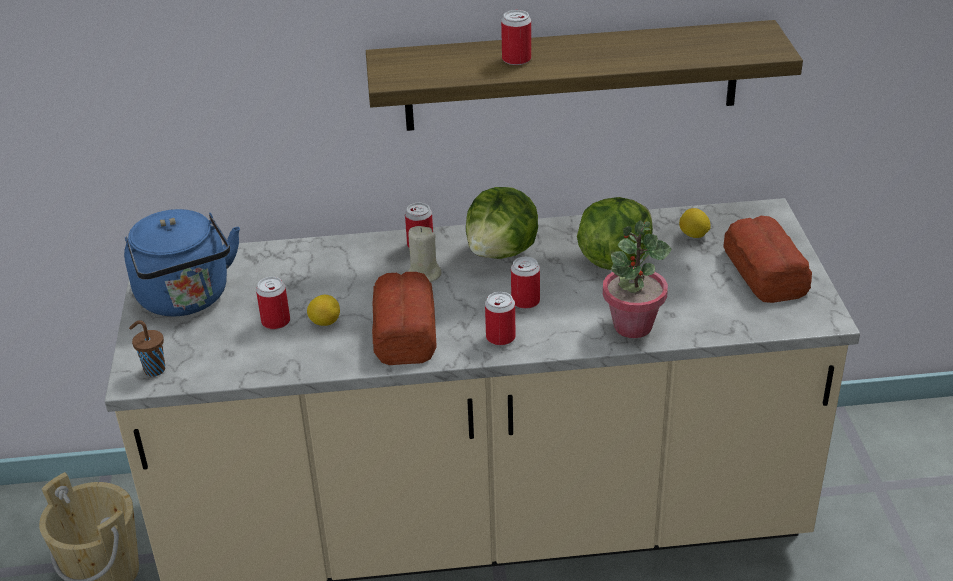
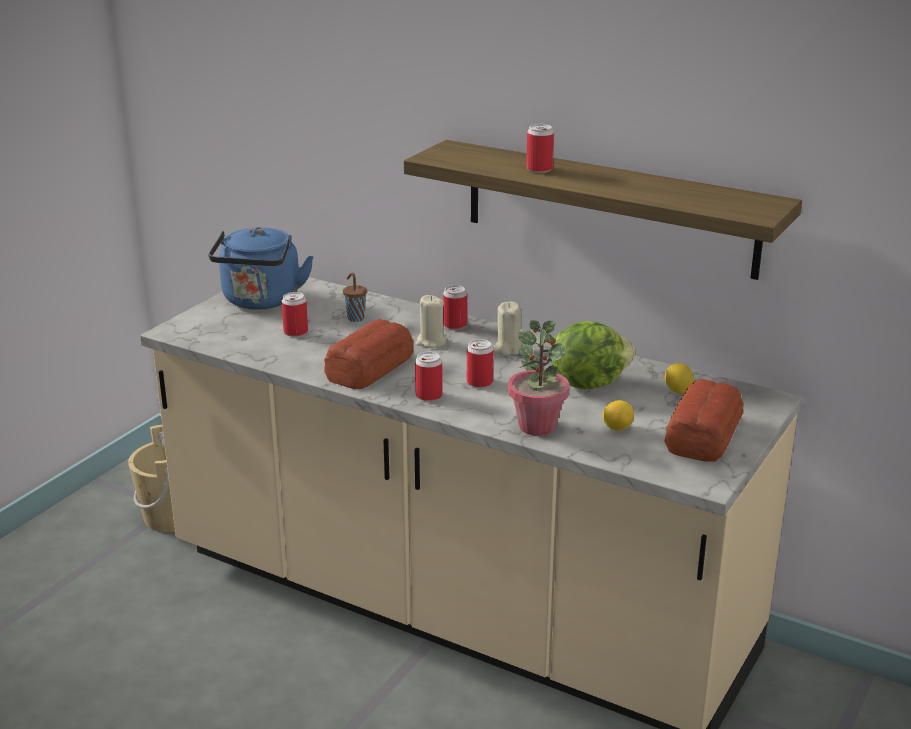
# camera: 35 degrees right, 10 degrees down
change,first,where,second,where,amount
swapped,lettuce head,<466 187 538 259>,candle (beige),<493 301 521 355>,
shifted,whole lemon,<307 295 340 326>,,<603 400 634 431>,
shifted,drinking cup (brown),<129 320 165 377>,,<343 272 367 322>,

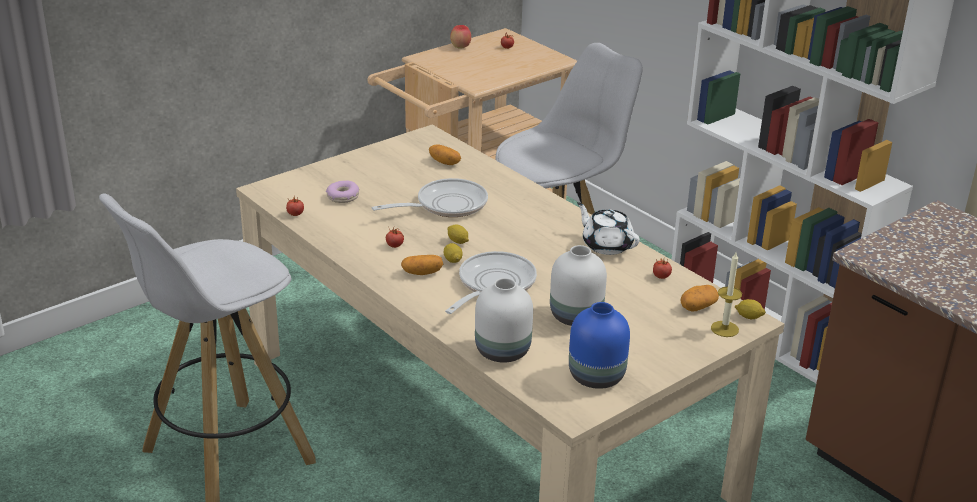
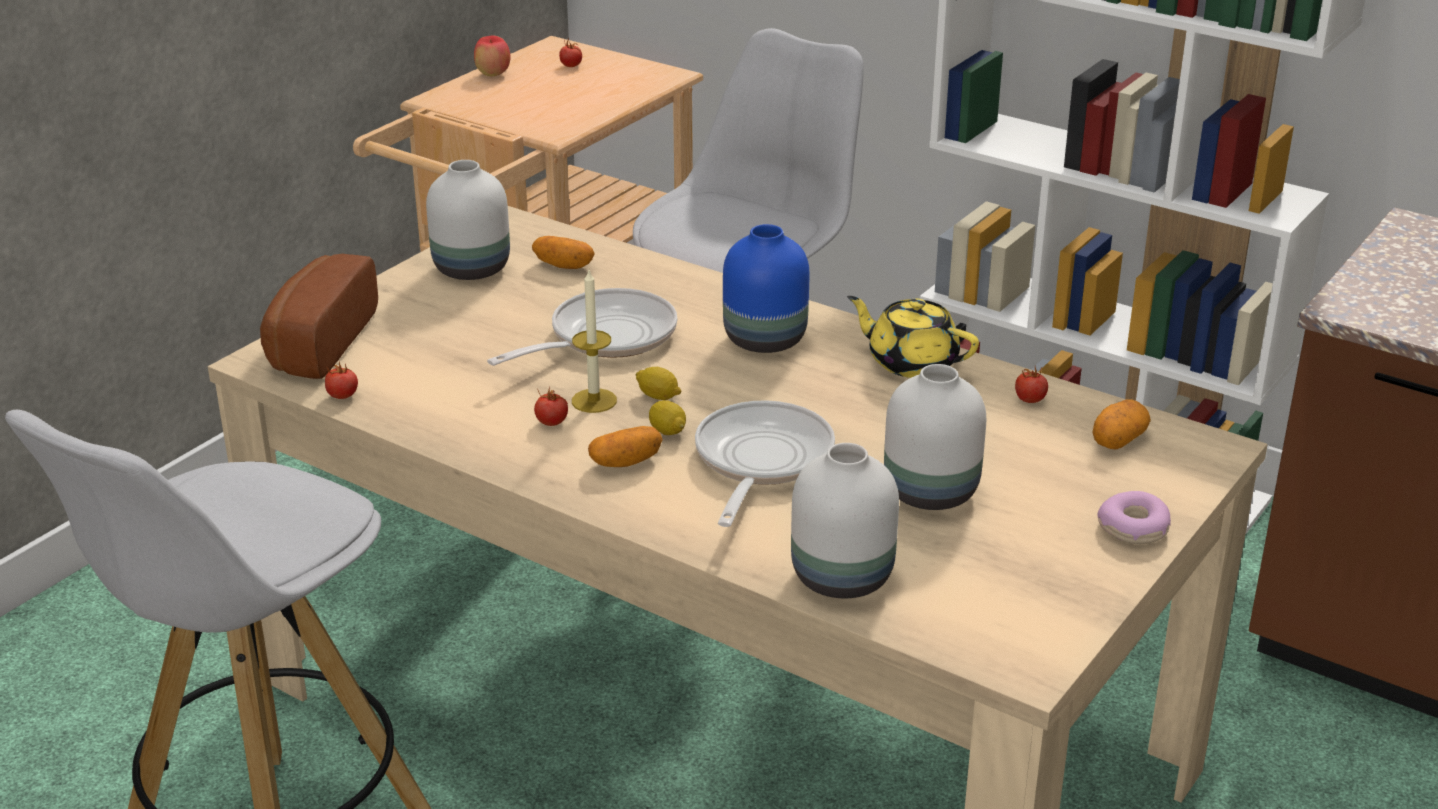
# camera: 15 degrees left, 0 degrees up
change,first,where,second,where,amount
shifted,ring doughnut,<326 181 359 203>,,<1097 491 1171 544>,
repainted,pot for tea (whitish),<577 202 640 255>,pot for tea (yellow),<847 296 979 378>,
shifted,candle,<711 252 742 337>,,<572 270 617 413>,
gone,whole lemon,<735 299 766 319>,,,
shifted,flower vase (blue),<569 302 630 389>,,<723 224 809 353>,
new,,,flower vase (whitish),<426 160 510 280>,
new,,,bakery bread,<260 254 378 379>,

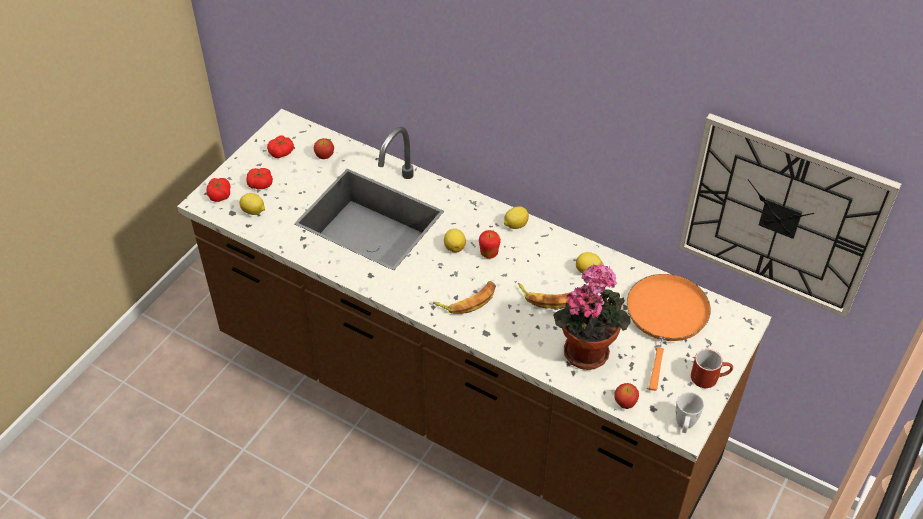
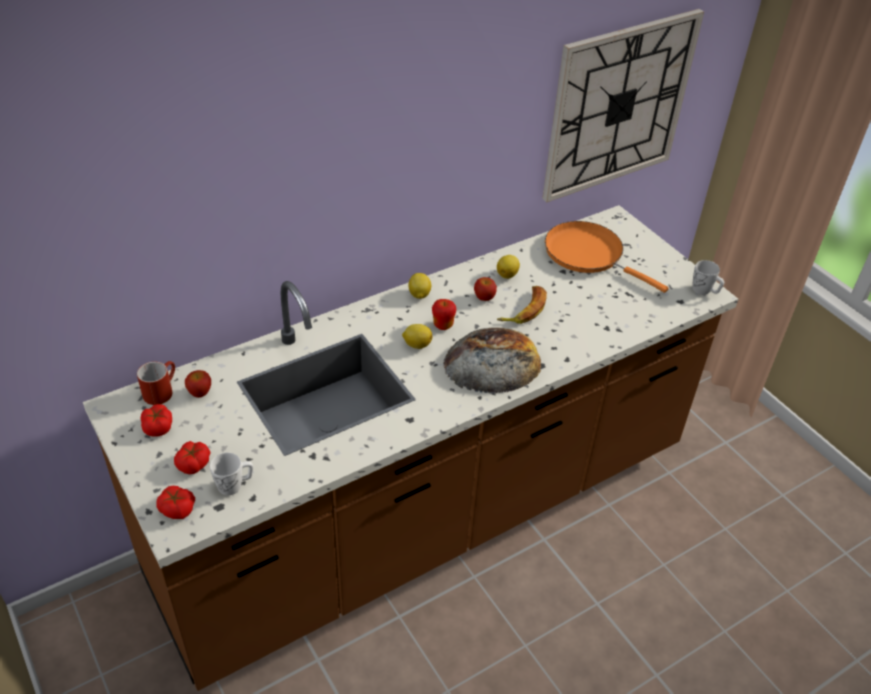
# camera: 65 degrees left, 5 degrees down
change,first,where,second,where,amount
swapped,whole lemon,<239 193 265 215>,mug (whitish),<210 452 253 495>,
gone,plant in a pot,<553 263 631 370>,,,
swapped,banana,<433 281 496 314>,bakery bread,<443 327 541 393>,
shifted,mug (reddish),<691 349 733 388>,,<137 361 175 405>,
shifted,apple fruit,<614 383 639 409>,,<474 277 497 301>,

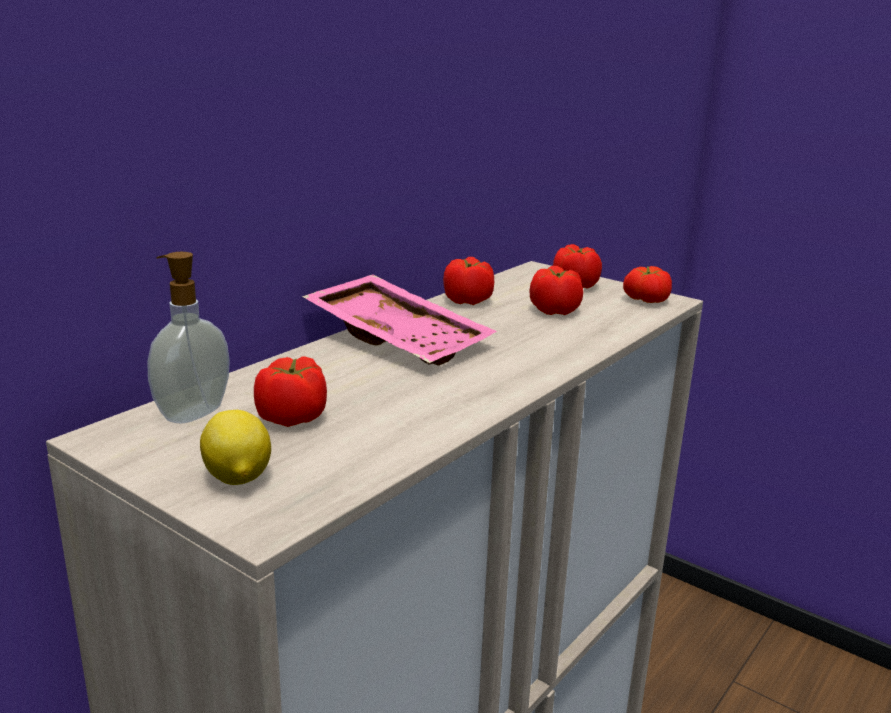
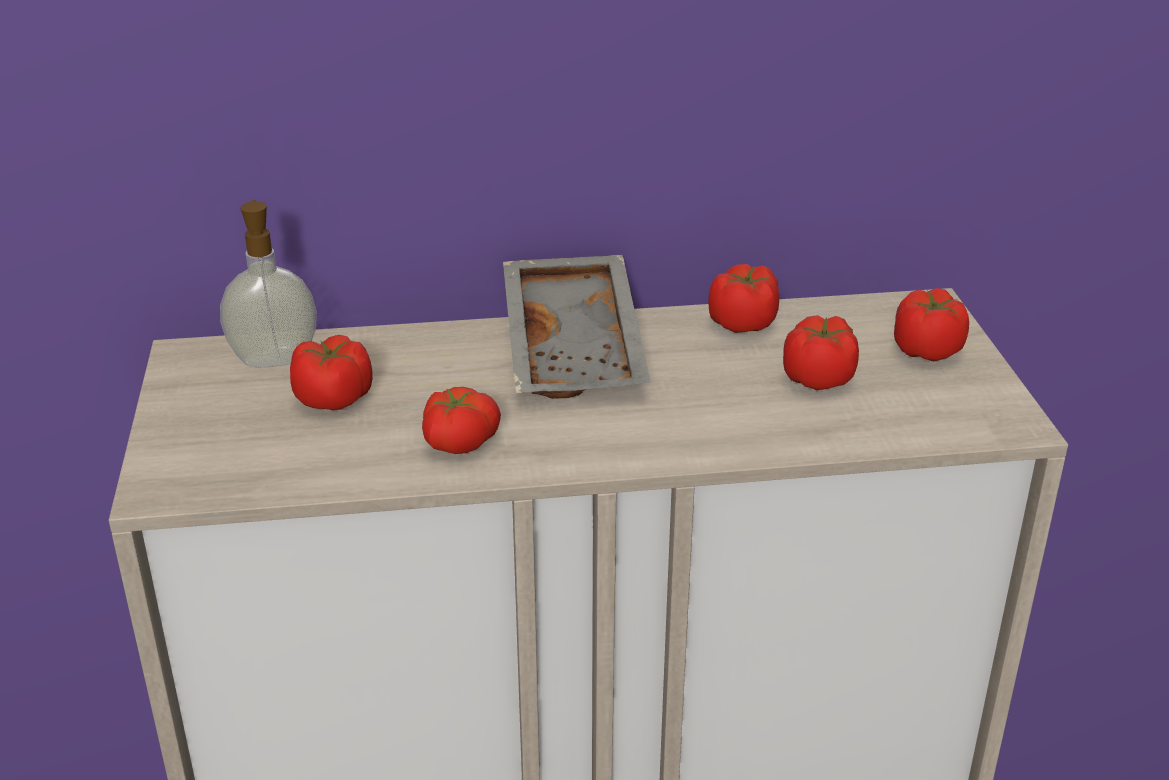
# camera: 45 degrees right, 10 degrees up
change,first,where,second,where,amount
shifted,tomato,<623 266 672 303>,,<422 387 501 454>,
repainted,tray (pinkish),<302 274 497 366>,tray (gray),<503 255 651 399>,
gone,whole lemon,<200 410 271 485>,,,

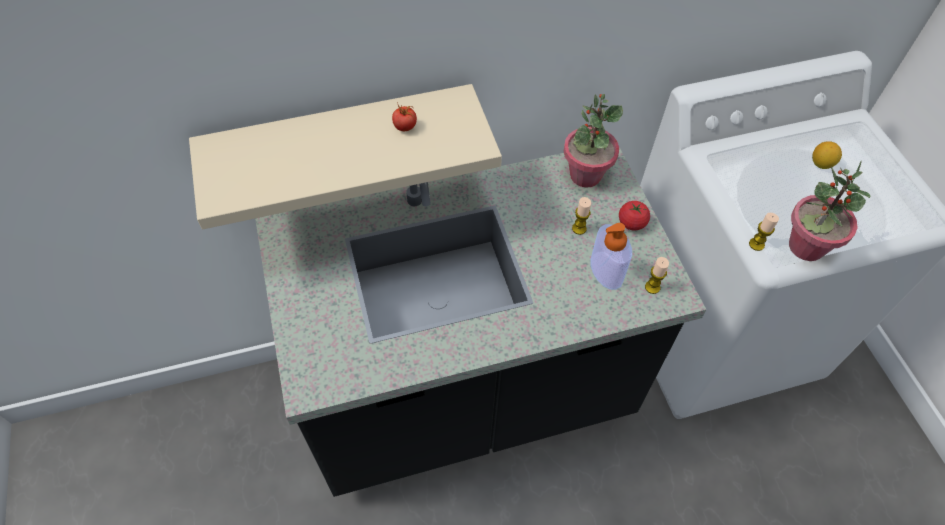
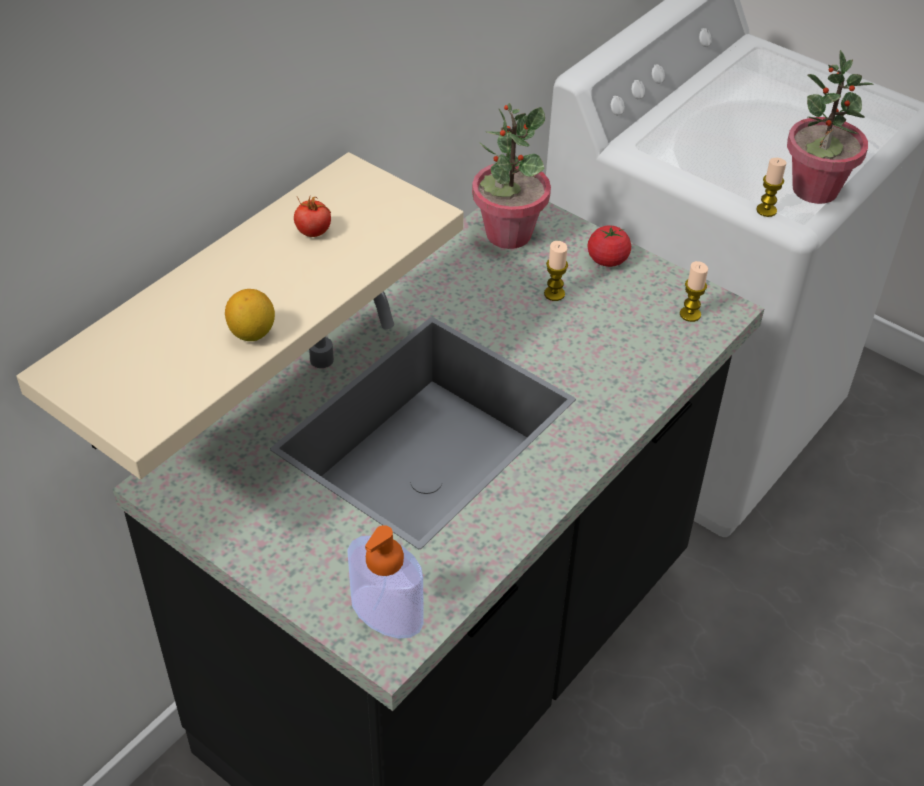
# camera: 35 degrees left, 10 degrees down
change,first,where,second,where,amount
shifted,whole lemon,<812 141 842 169>,,<225 289 275 341>,
shifted,soap bottle,<591 223 632 290>,,<347 525 424 639>,

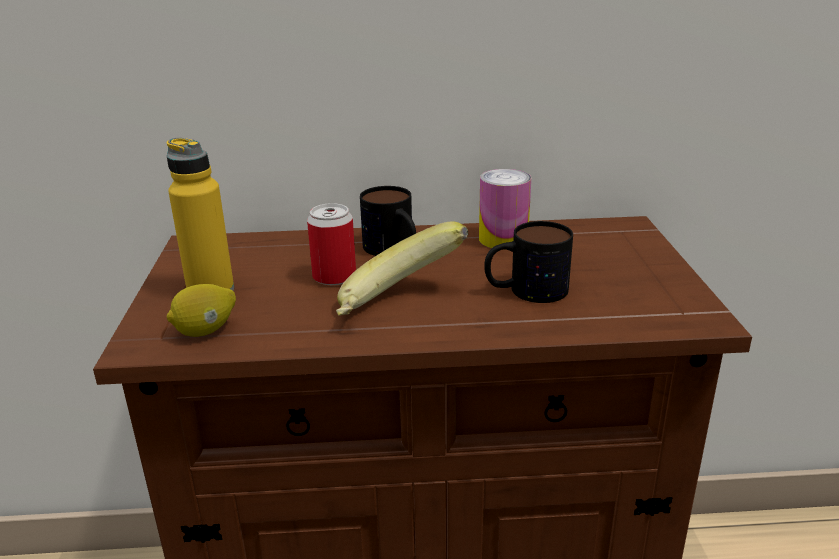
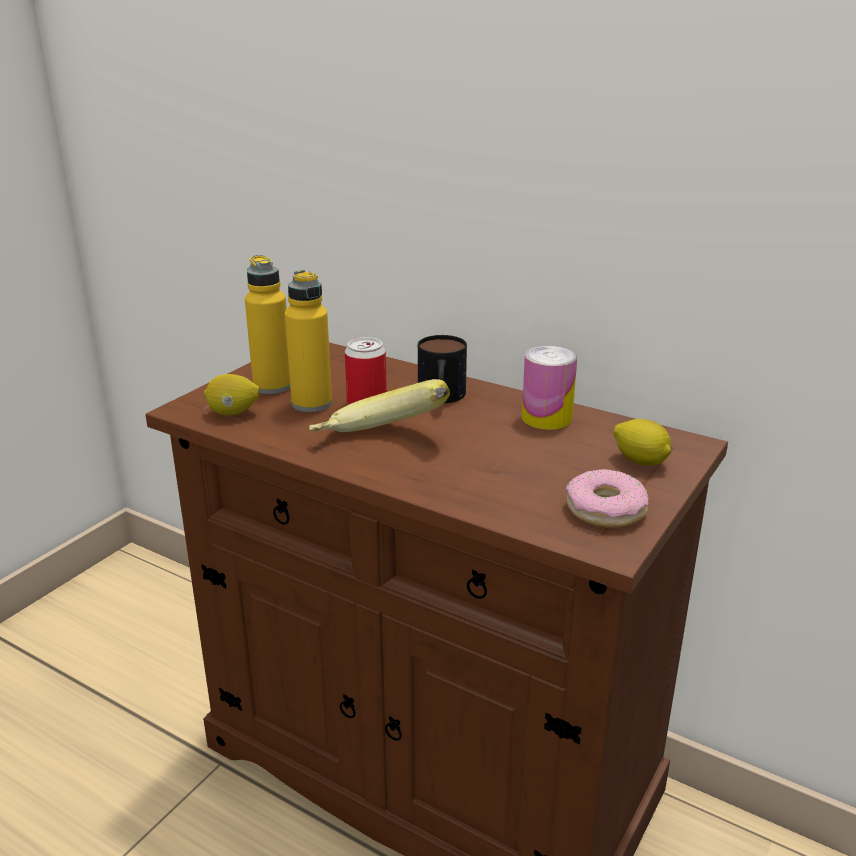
# camera: 35 degrees right, 0 degrees up
change,first,where,second,where,amount
gone,mug,<484 221 573 303>,,,
new,,,bottle (yellow),<285 270 332 412>,
new,,,whole lemon,<613 419 671 466>,
new,,,ring doughnut,<565 469 649 528>,

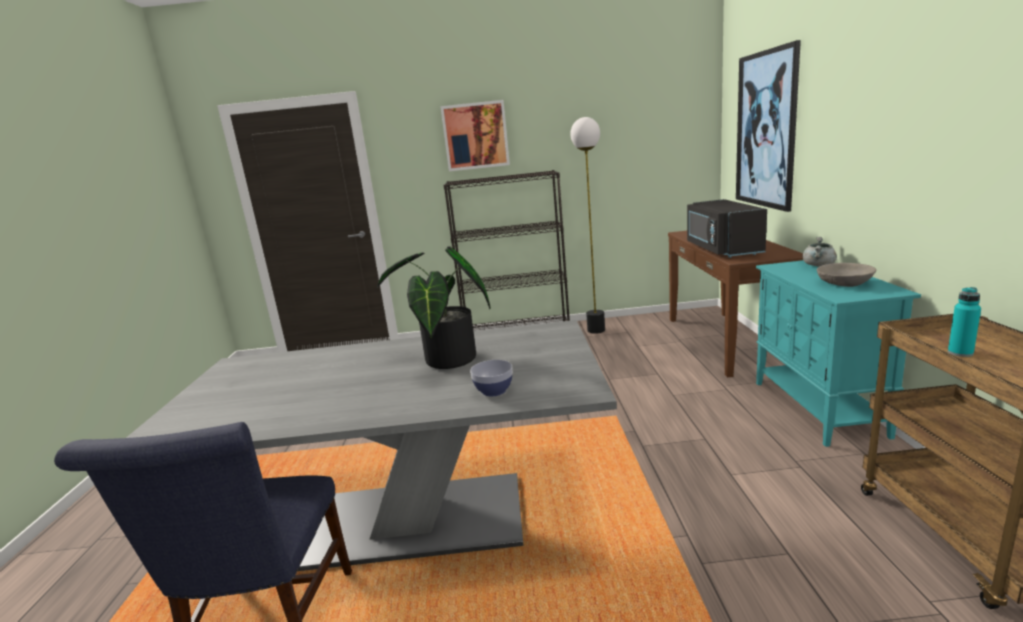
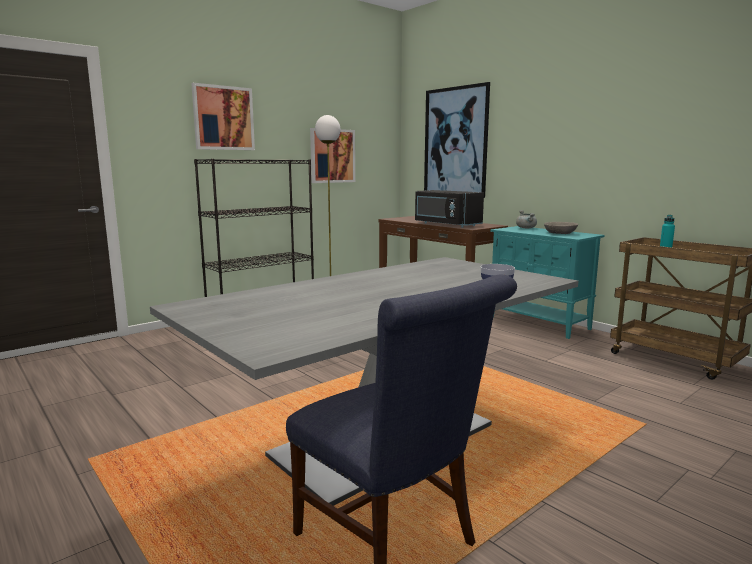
# camera: 40 degrees left, 5 degrees down
change,first,where,second,where,amount
gone,plant in a pot,<377 246 490 369>,,,
new,,,picture,<310 128 355 183>,

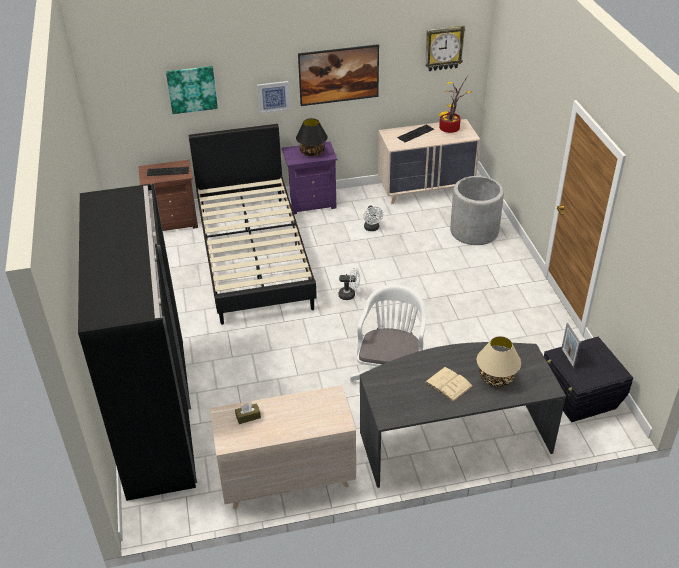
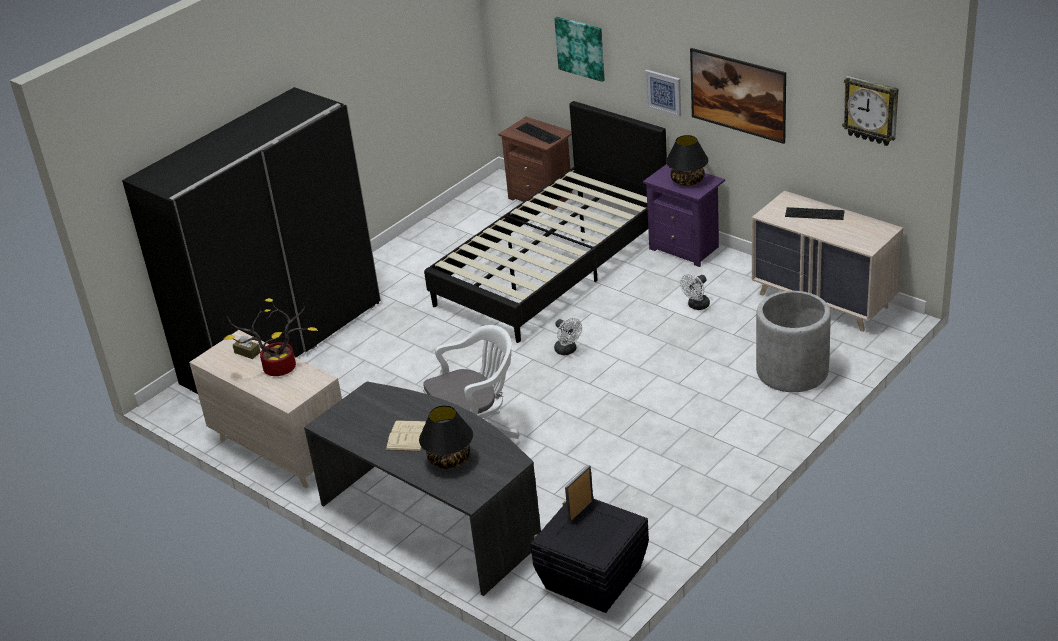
# camera: 55 degrees right, 5 degrees down
change,first,where,second,where,amount
shifted,plant in a pot,<438 76 471 133>,,<223 298 318 376>,
repainted,table lamp (beige),<477 336 521 387>,table lamp (blackish),<419 406 473 469>,

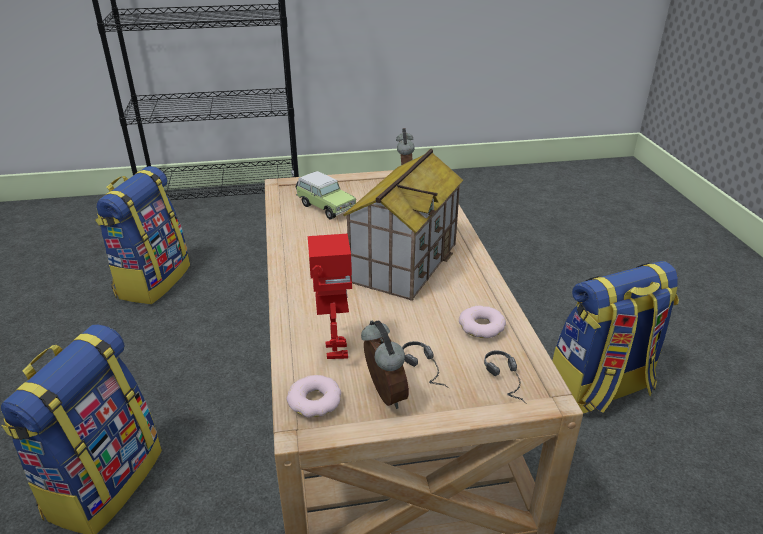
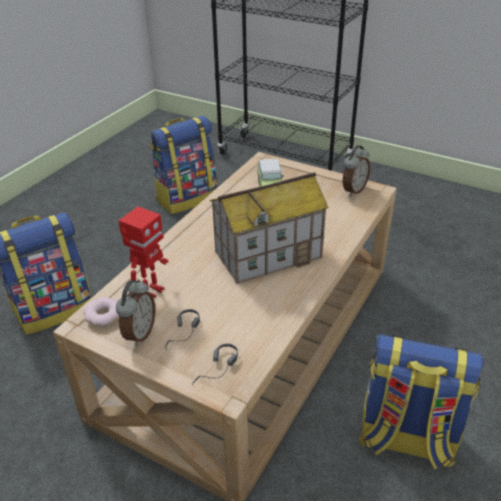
# camera: 40 degrees right, 5 degrees up
change,first,where,second,where,amount
gone,ring doughnut,<459 306 506 338>,,,

